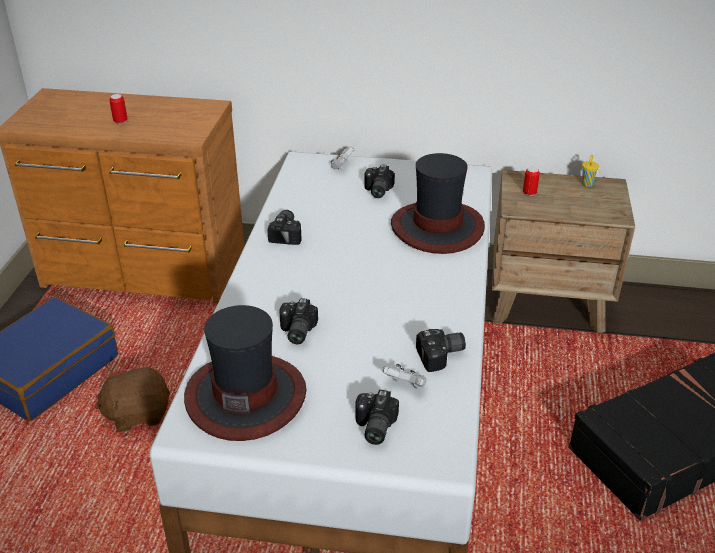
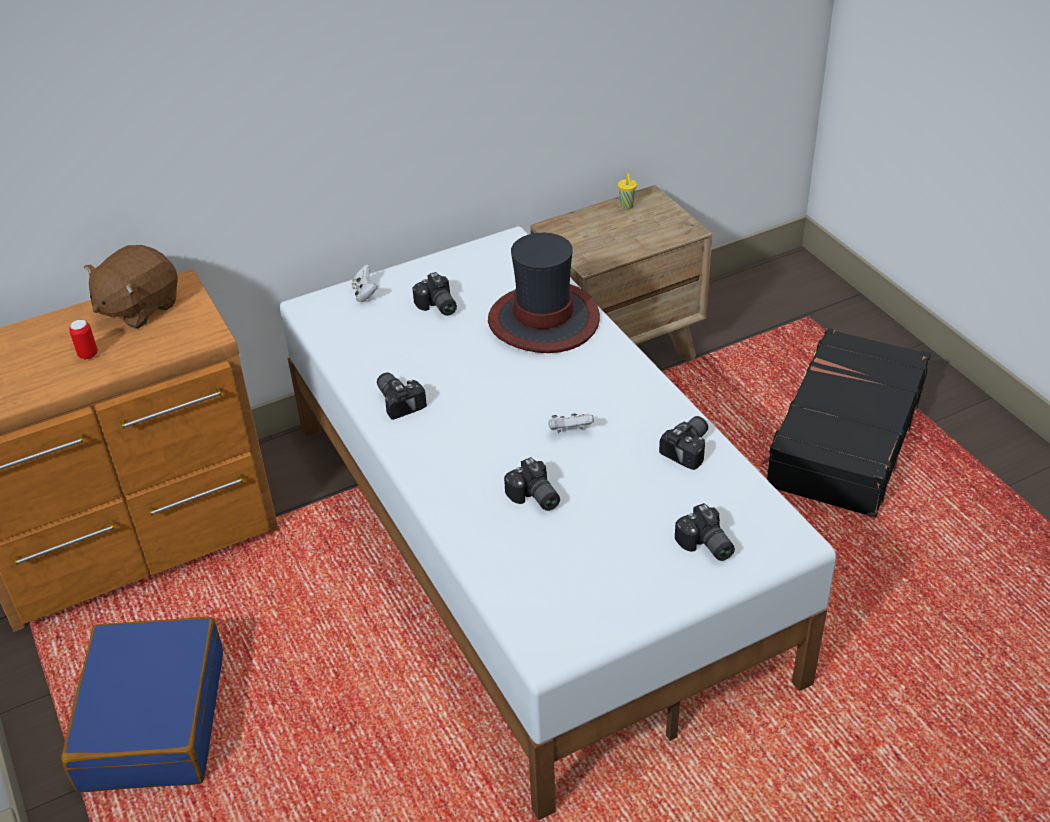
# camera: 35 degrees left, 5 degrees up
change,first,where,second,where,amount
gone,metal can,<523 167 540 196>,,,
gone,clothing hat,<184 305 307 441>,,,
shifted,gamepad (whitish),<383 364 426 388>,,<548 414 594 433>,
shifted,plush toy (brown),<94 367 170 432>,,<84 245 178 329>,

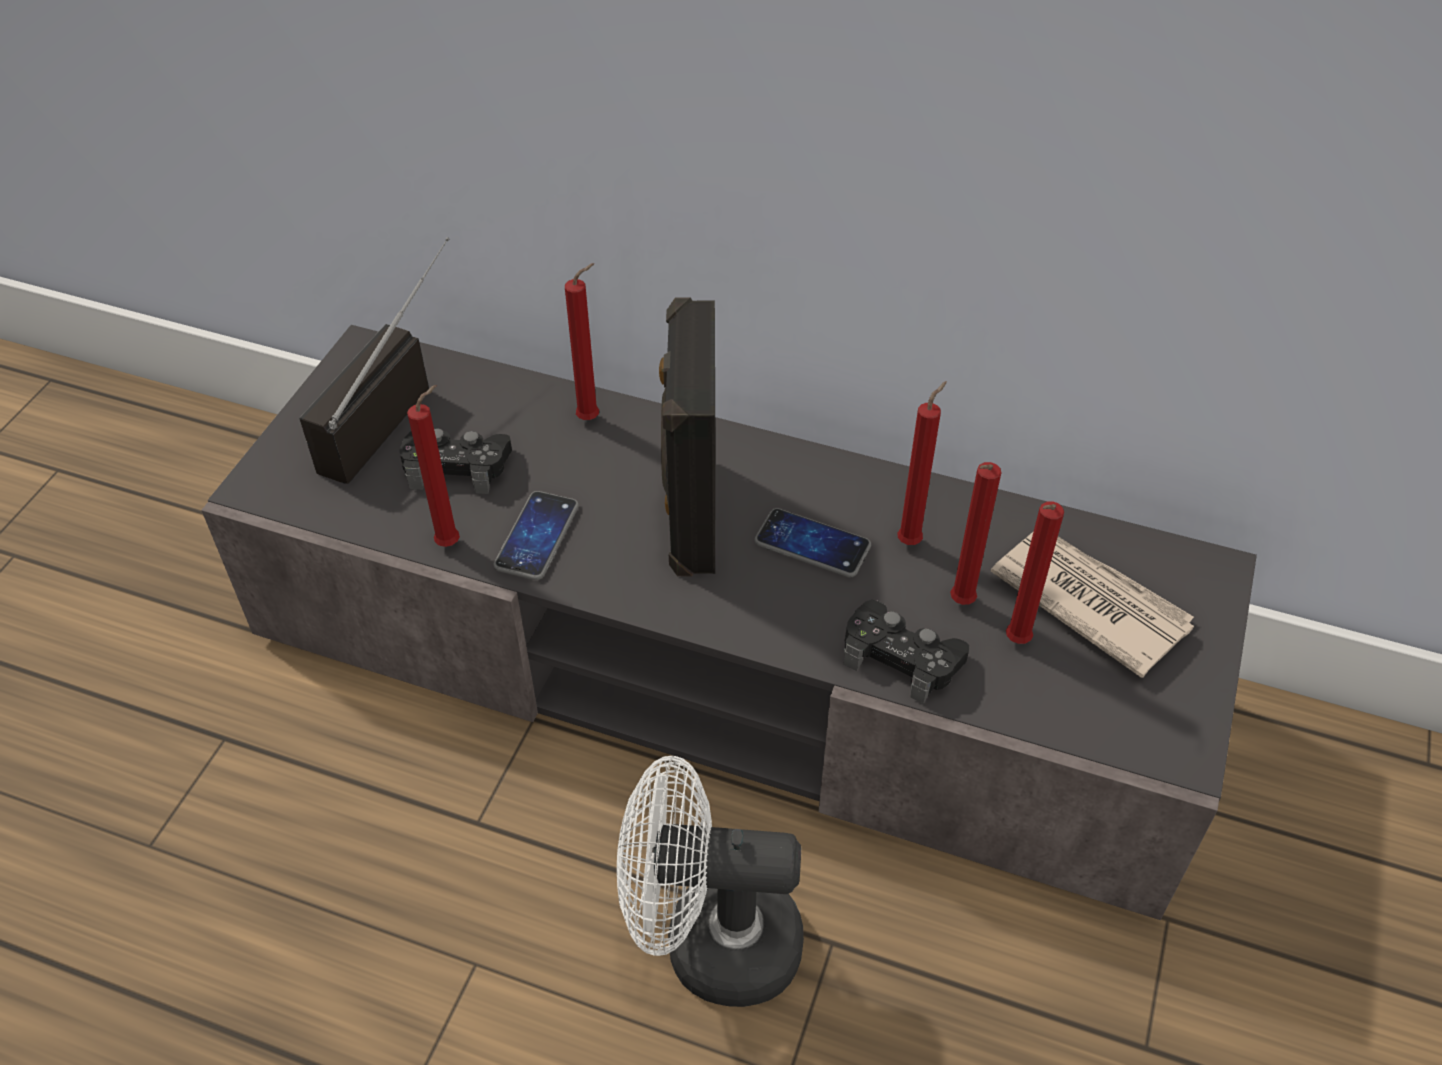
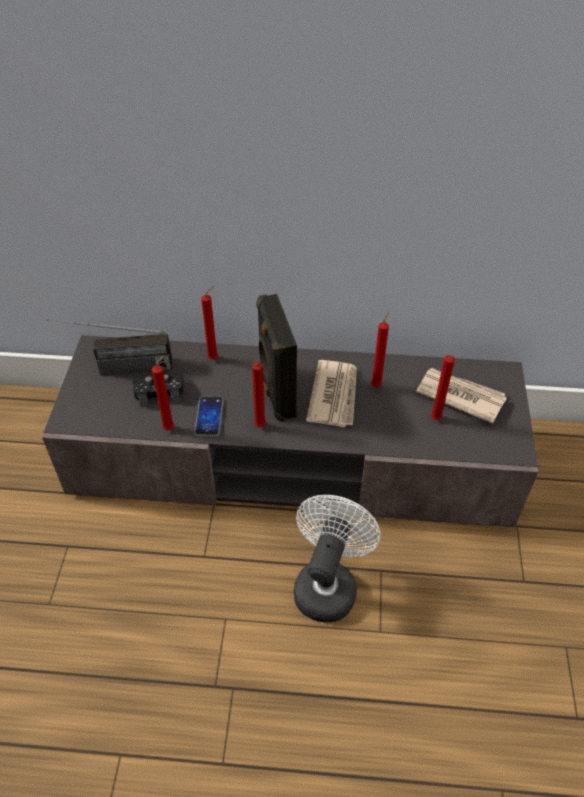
# camera: 15 degrees left, 0 degrees up
change,first,where,second,where,amount
rotated,radio,<300 237 450 484>,,<47 319 172 375>,105 degrees counterclockwise
shifted,candle (reddish),<950 462 1001 605>,,<252 363 266 428>,
swapped,phone,<754 508 871 577>,daily paper,<306 360 357 427>,
gone,gamepad (blackish),<844 600 969 704>,,,
rotated,cooling fan (whitish),<617 756 804 1007>,,<294 495 380 623>,120 degrees clockwise

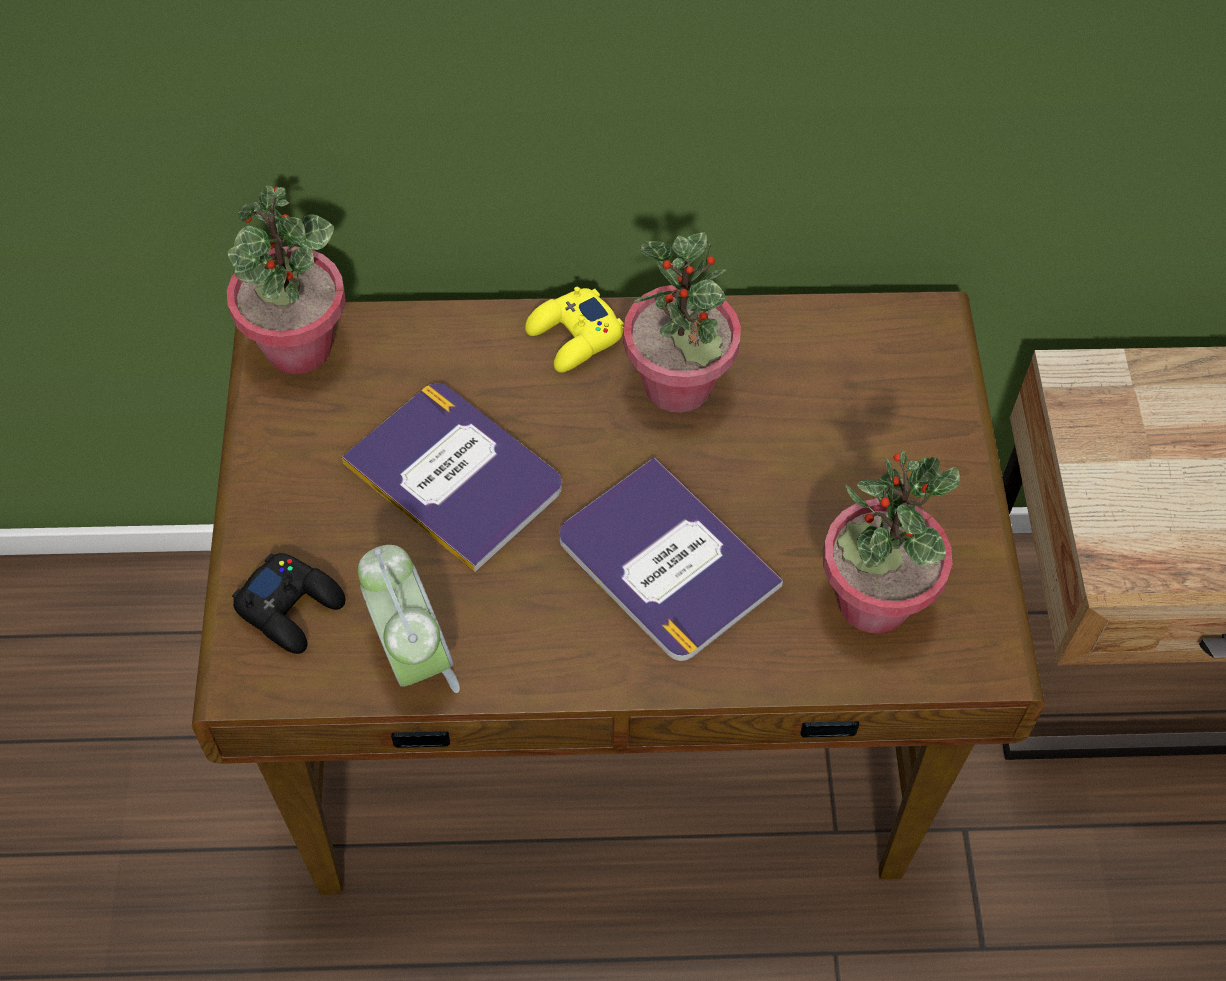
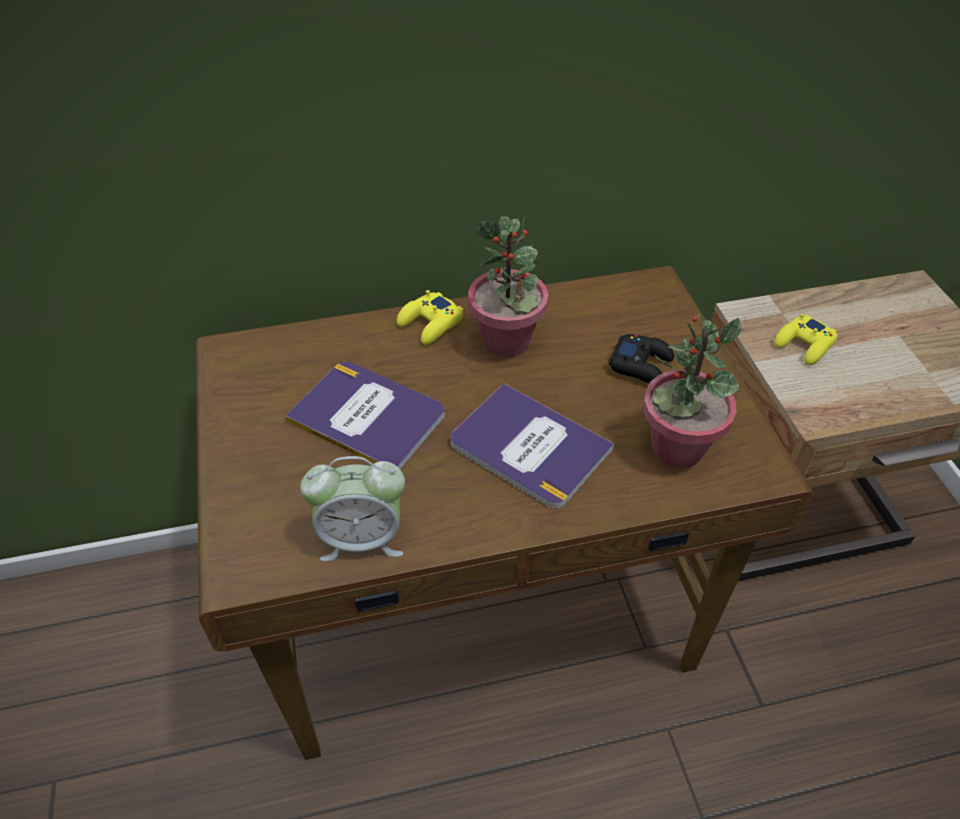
# camera: 10 degrees left, 10 degrees down
change,first,where,second,where,amount
gone,plant in a pot,<227 185 346 374>,,,
rotated,alarm clock,<358 545 460 693>,,<300 456 405 561>,120 degrees clockwise
shifted,gamepad (blackish),<232 553 346 654>,,<609 334 675 383>,
new,,,gamepad (yellow),<774 313 837 365>,

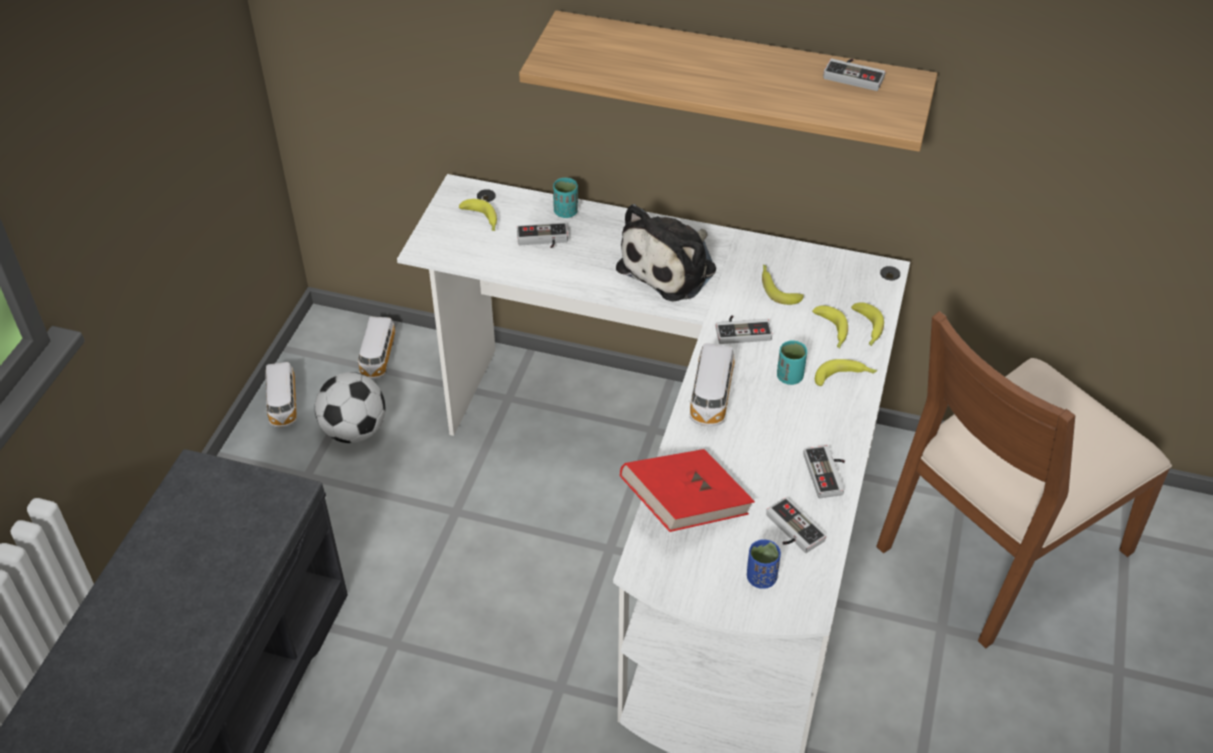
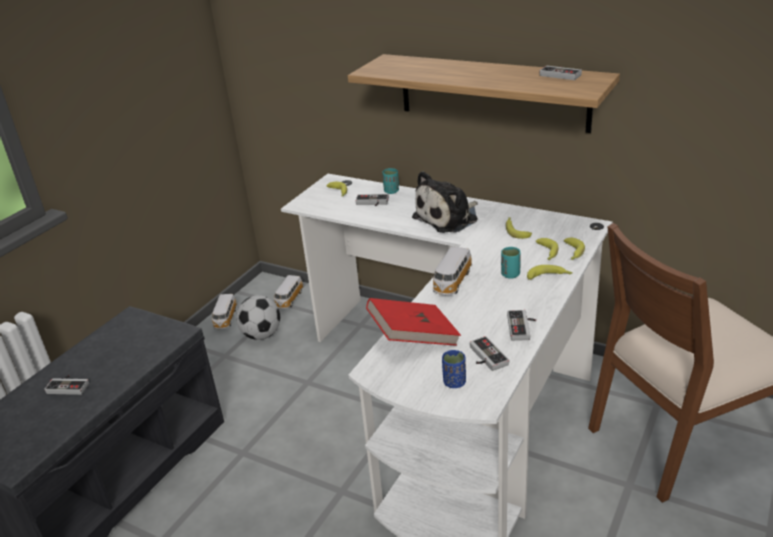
# camera: 15 degrees right, 15 degrees down
change,first,where,second,where,amount
shifted,gamepad,<715 315 772 344>,,<44 375 89 395>,

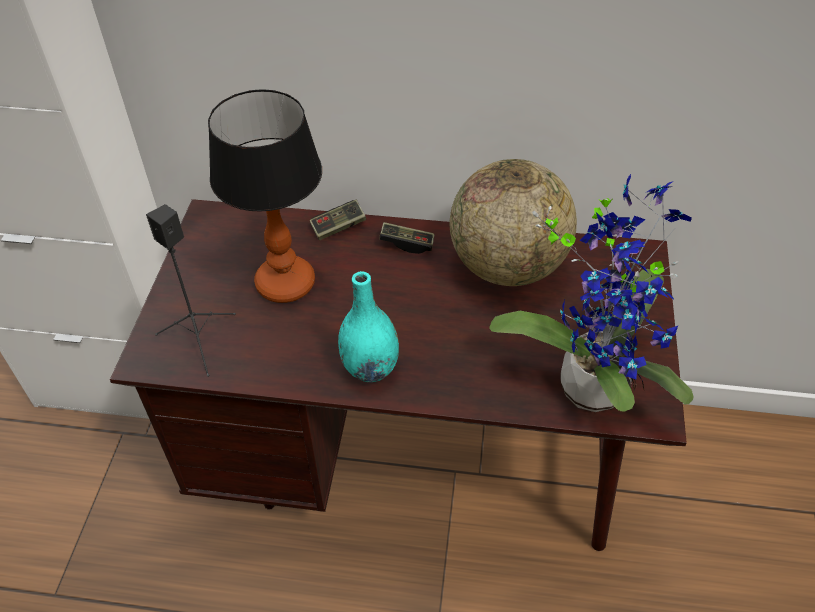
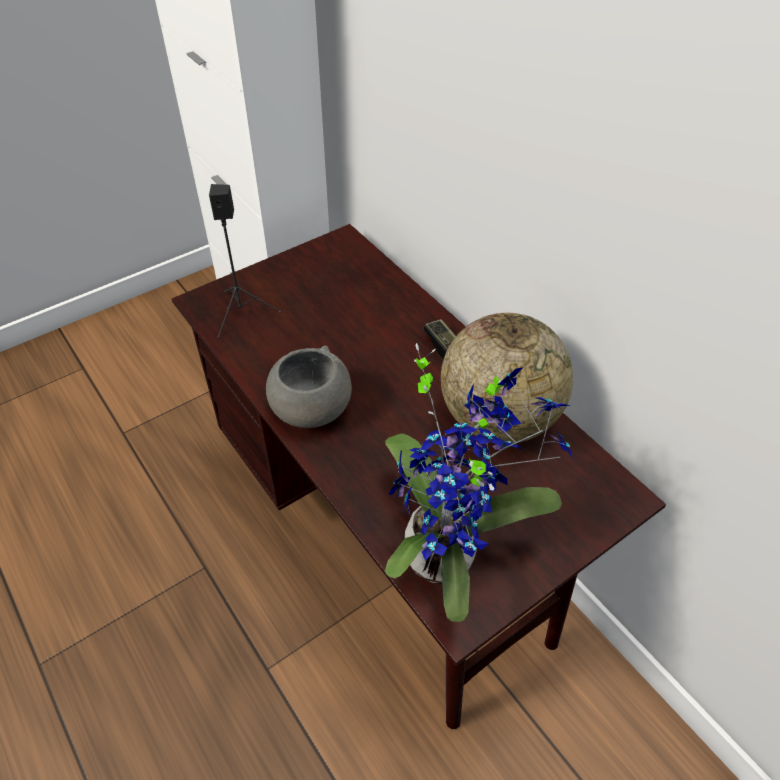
# camera: 45 degrees right, 0 degrees up
change,first,where,second,where,amount
gone,table lamp,<208 89 322 303>,,,
gone,gamepad,<310 200 366 240>,,,
swapped,flower vase (blue-green),<338 271 399 382>,serving bowl (gray),<266 346 352 428>,

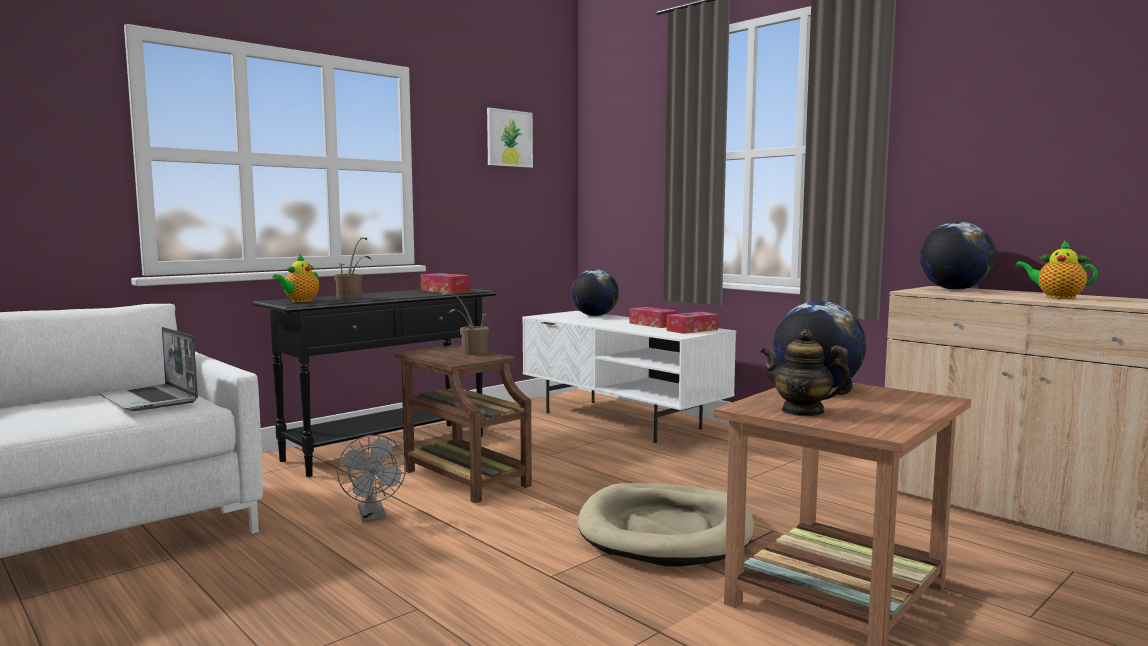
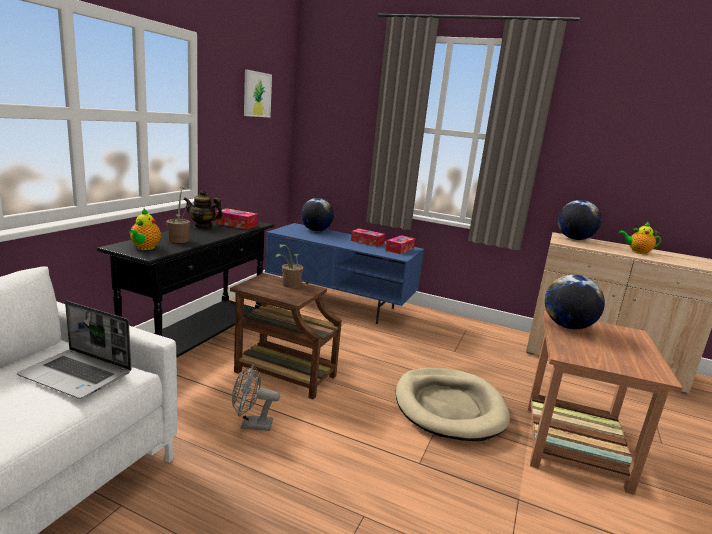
# camera: 25 degrees left, 10 degrees up
change,first,where,second,where,amount
repainted,tv stand (whitish),<522 311 736 443>,tv stand (blue),<265 223 424 324>,
shifted,pot for tea,<760 329 853 416>,,<183 190 223 228>,
rotated,cooling fan (gray),<337 435 406 522>,,<232 364 280 431>,135 degrees clockwise

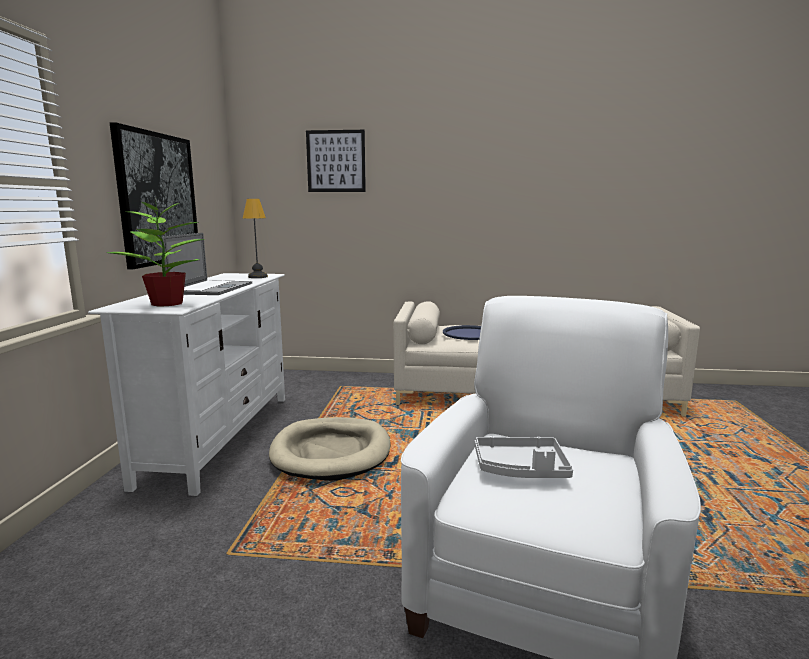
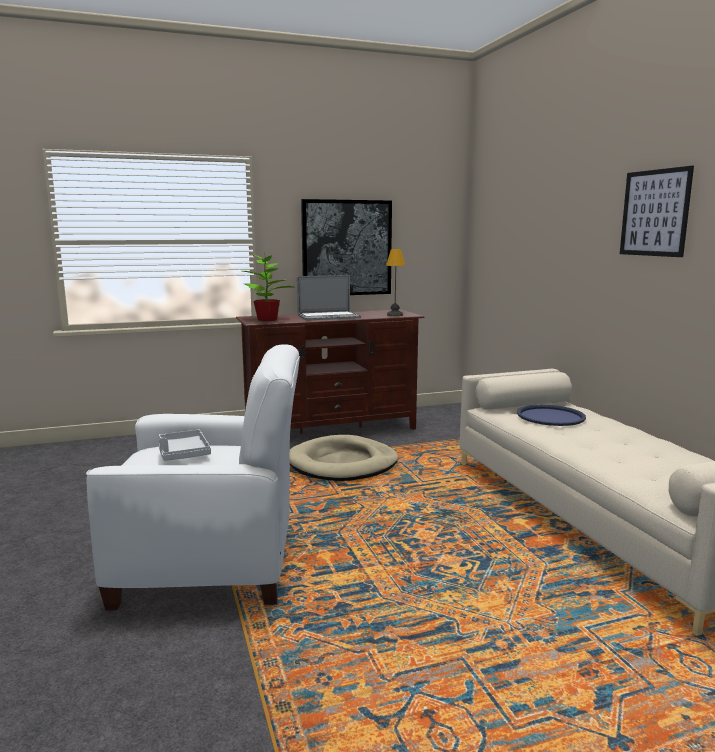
# camera: 65 degrees right, 0 degrees up
change,first,where,second,where,amount
shifted,picture,<306 130 366 192>,,<620 166 694 257>,
repainted,tv stand (whitish),<88 273 285 496>,tv stand (brown),<236 310 424 434>,

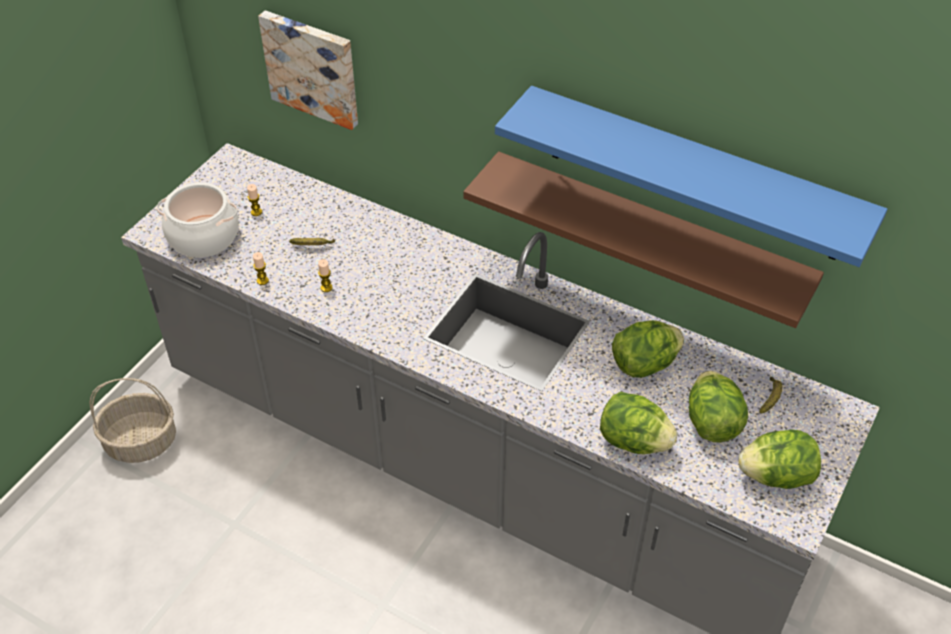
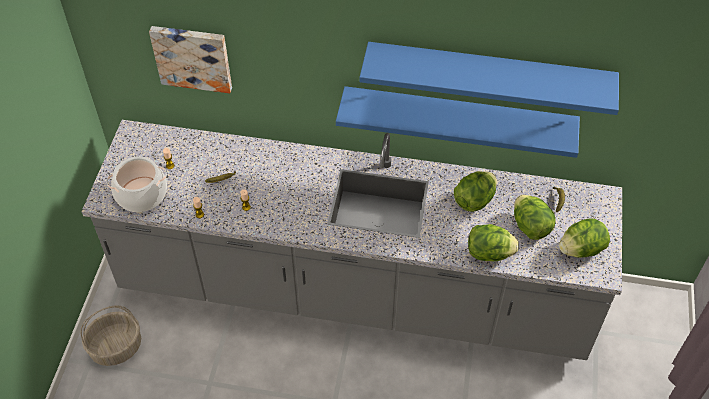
# camera: 20 degrees left, 5 degrees up
change,first,where,second,where,amount
repainted,bracket shelf (brown),<463 151 824 328>,bracket shelf (blue),<336 86 580 158>,

